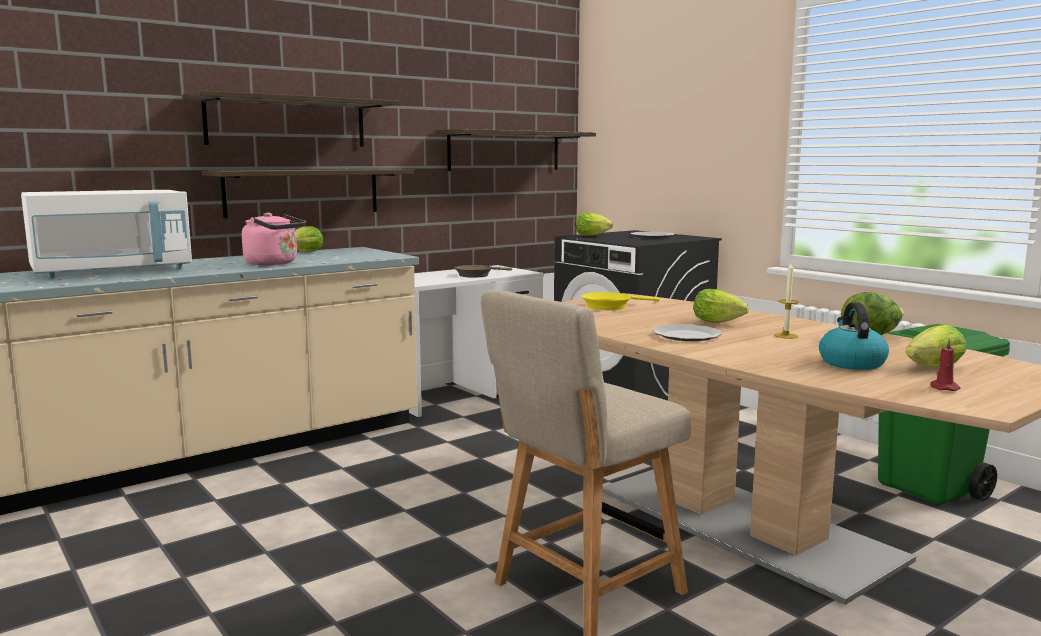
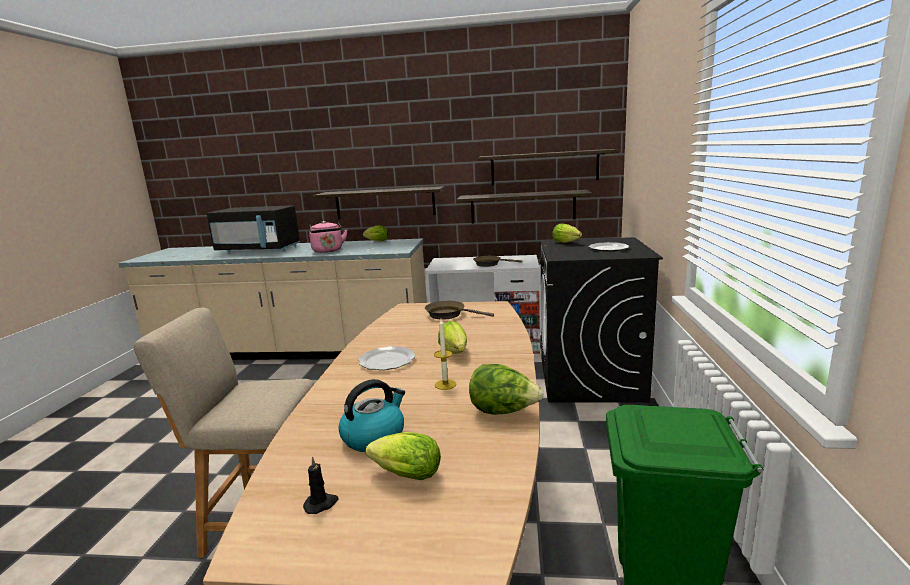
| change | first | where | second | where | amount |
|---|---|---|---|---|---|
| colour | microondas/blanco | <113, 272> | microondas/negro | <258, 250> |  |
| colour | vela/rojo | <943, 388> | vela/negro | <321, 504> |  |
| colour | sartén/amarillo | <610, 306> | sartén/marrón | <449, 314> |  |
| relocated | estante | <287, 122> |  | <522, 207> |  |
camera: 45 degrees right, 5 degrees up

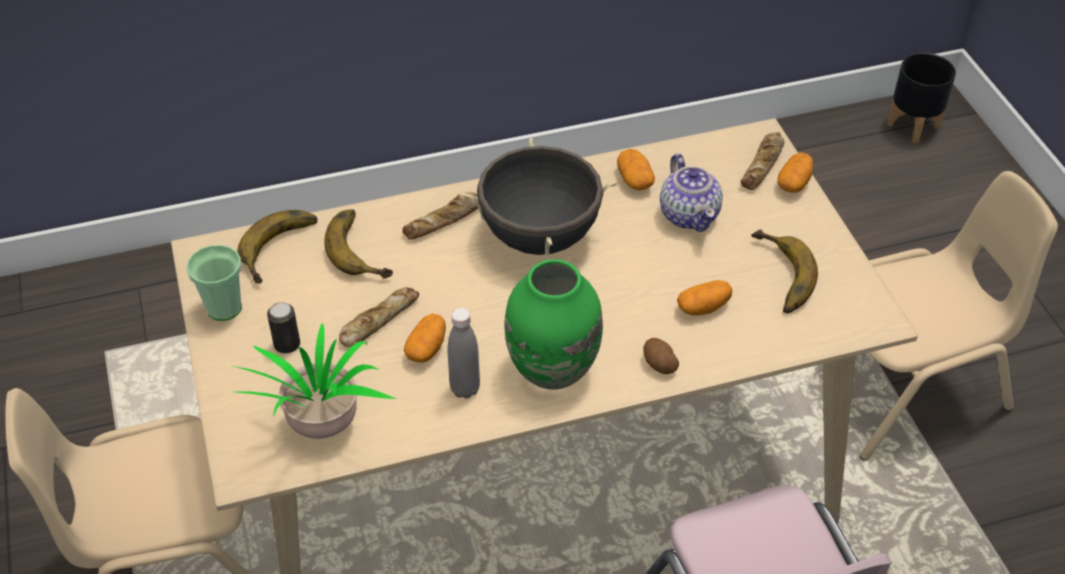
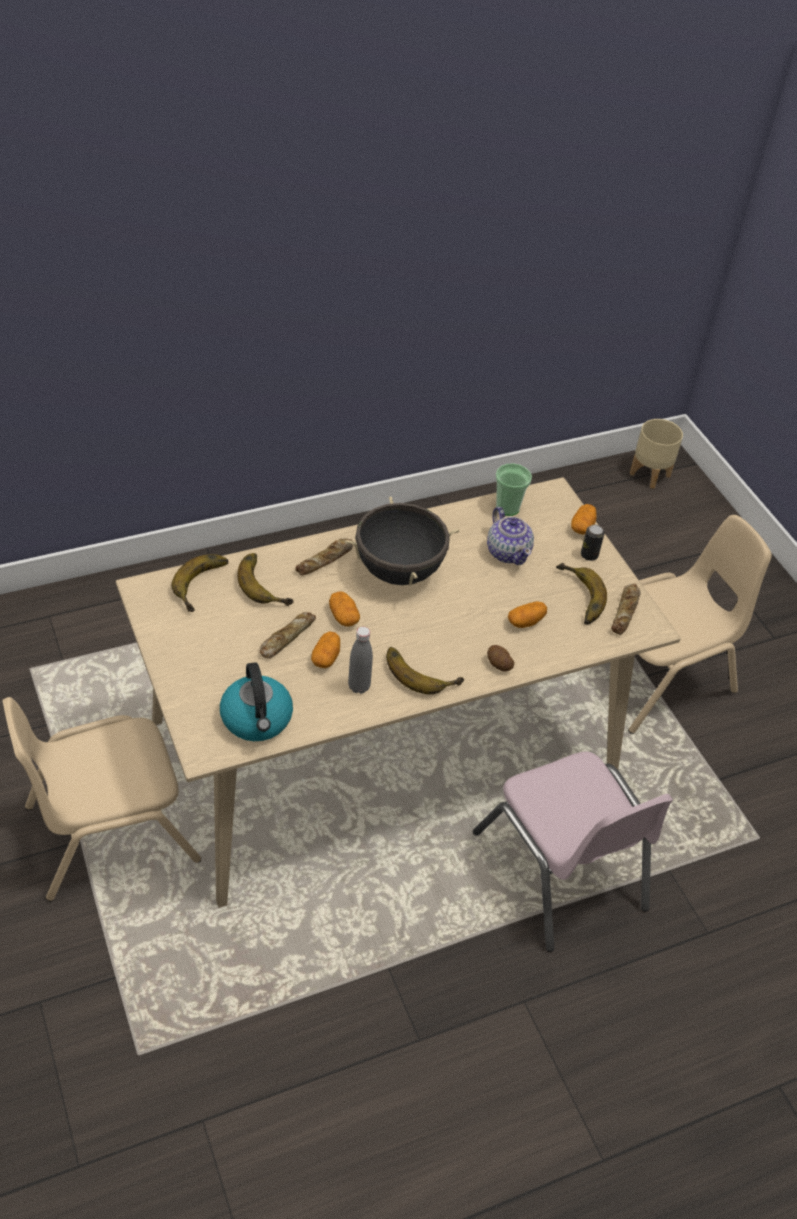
| change | first | where | second | where | amount |
|---|---|---|---|---|---|
| exchanged | planta en maceta | <322, 429> | hervidor | <257, 719> |  |
| relocated | patata | <634, 180> |  | <343, 616> |  |
| exchanged | florero/verde | <552, 370> | plátano | <421, 671> |  |
| relocated | taza | <224, 308> |  | <508, 507> |  |
| relocated | lata | <287, 345> |  | <589, 555> |  |
| relocated | pan | <763, 165> |  | <625, 612> |  |
| colour | maceta/negro | <912, 125> | maceta/beis | <649, 474> |  |
camera: 10 degrees left, 0 degrees up

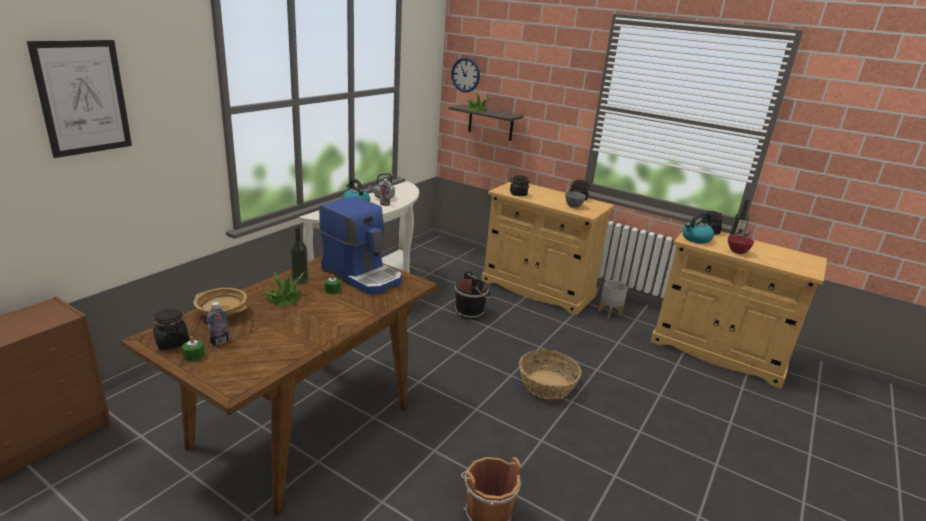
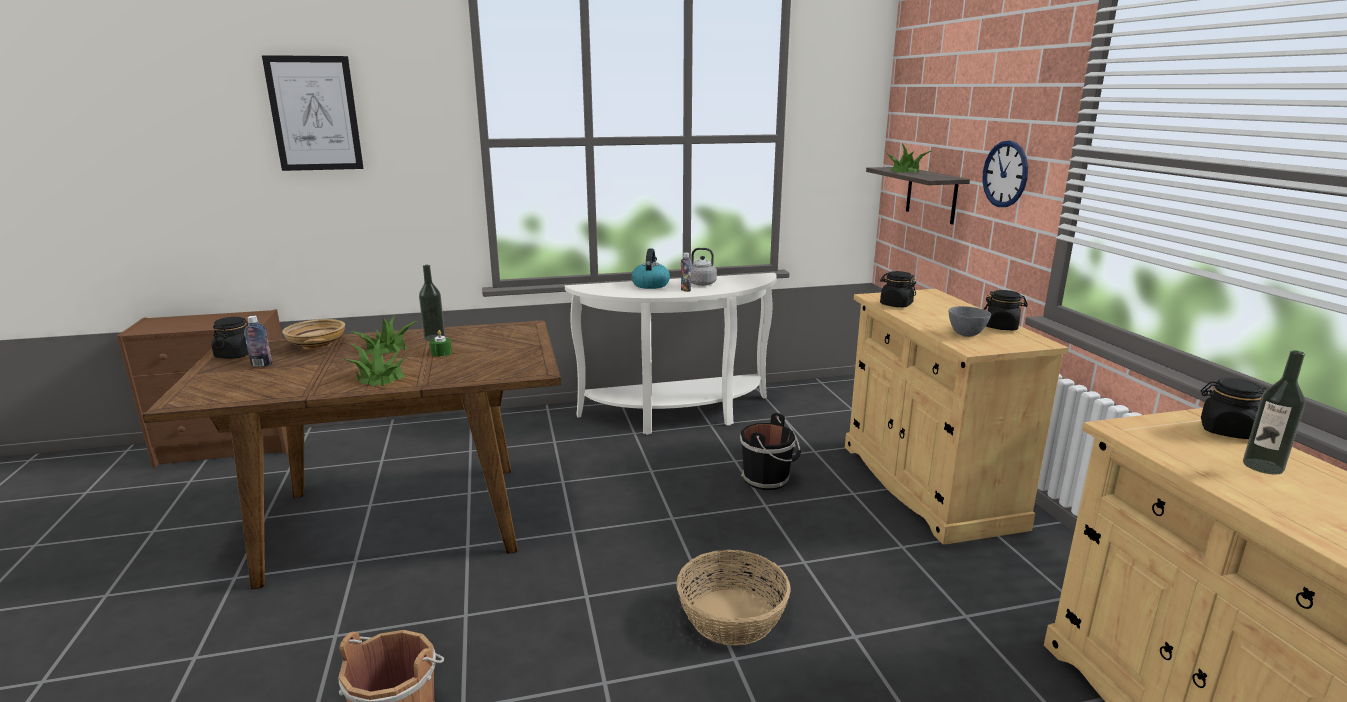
| change | first | where | second | where | amount |
|---|---|---|---|---|---|
| appeared |  |  | planta en maceta | <379, 377> |  |
| relocated | reloj de pared | <465, 75> |  | <1005, 174> |  |
| missing | vela/verde | <194, 355> |  |  |  |
| missing | cafetera | <363, 275> |  |  |  |
| missing | maceta/gris | <609, 313> |  |  |  |
| missing | hervidor | <695, 239> |  |  |  |
| missing | cuenco/rojo | <737, 252> |  |  |  |
camera: 45 degrees right, 5 degrees down

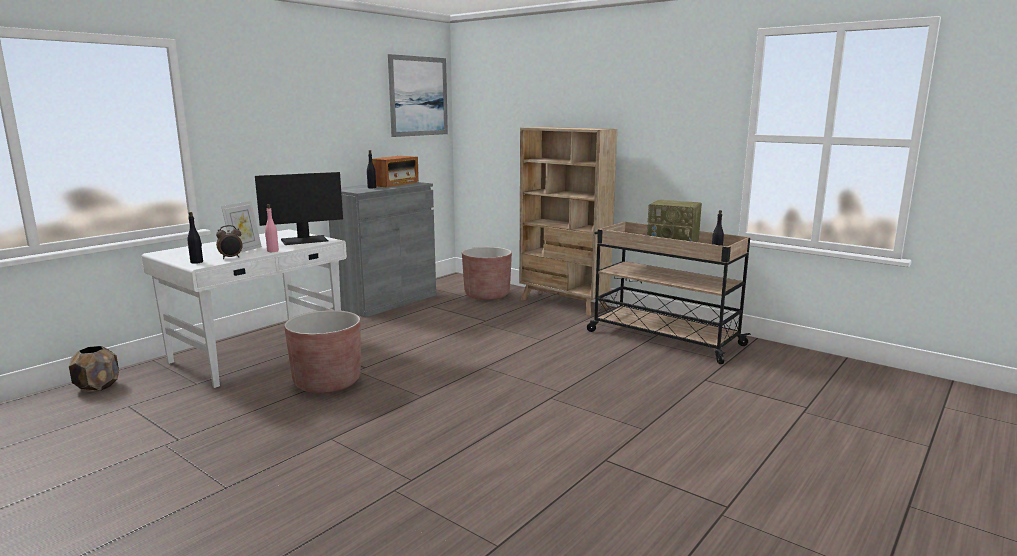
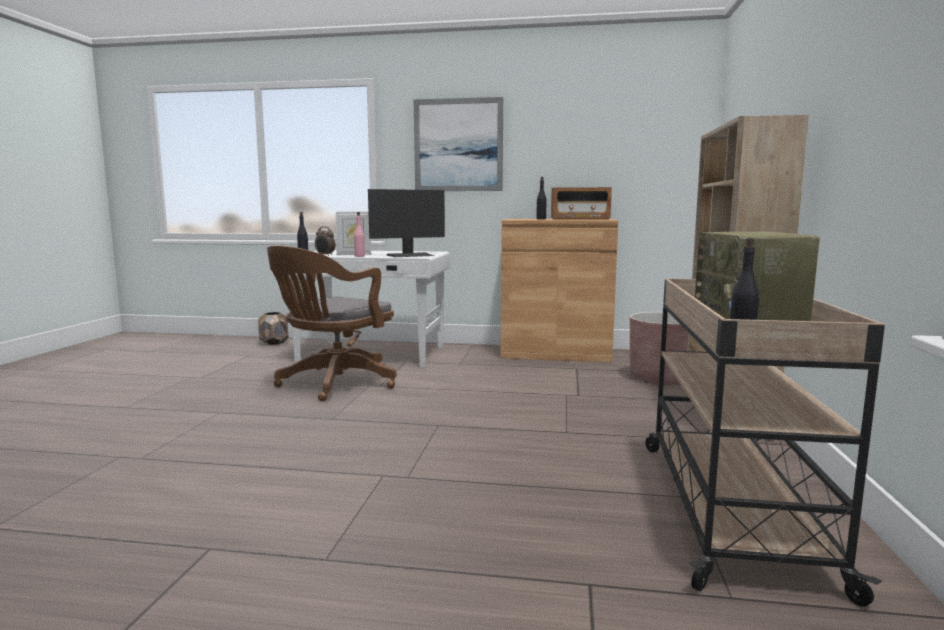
| change | first | where | second | where | amount |
|---|---|---|---|---|---|
| exchanged | maceta/marrón | <327, 382> | silla de oficina/marrón | <333, 384> |  |
| spun | monitor | <305, 240> |  | <410, 255> | 60 degrees counterclockwise |
| relocated | cuadro | <418, 96> |  | <458, 145> |  |
| colour | armario/gris | <387, 301> | armario/marrón | <556, 353> |  |
camera: 60 degrees right, 5 degrees down

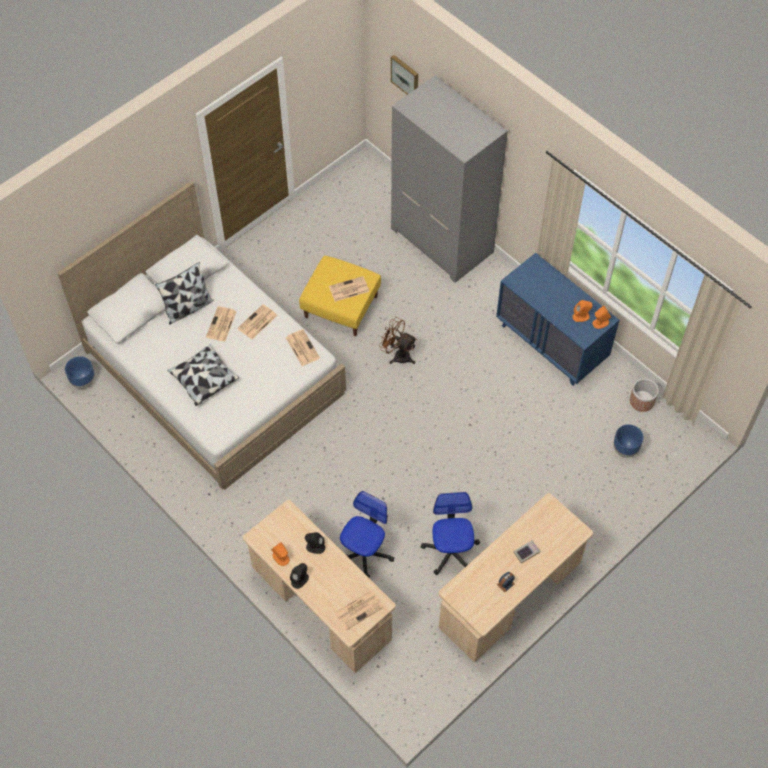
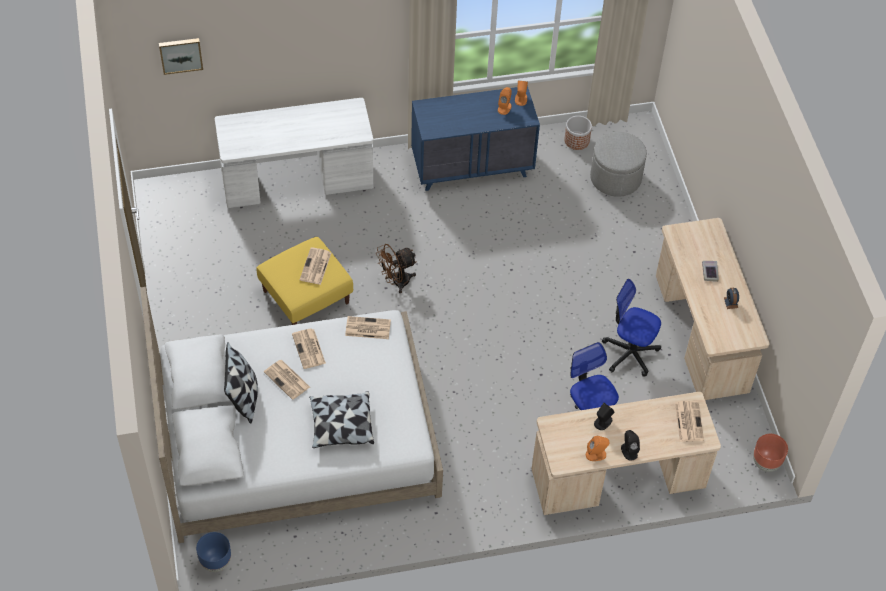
| change | first | where | second | where | amount |
|---|---|---|---|---|---|
| exchanged | armario ropero/gris | <443, 240> | escritorio/blanco | <297, 181> |  |
| exchanged | maceta/azul | <625, 449> | puf/gris | <615, 178> |  |
| appeared |  |  | maceta/marrón | <766, 463> |  |
camera: 60 degrees left, 5 degrees down

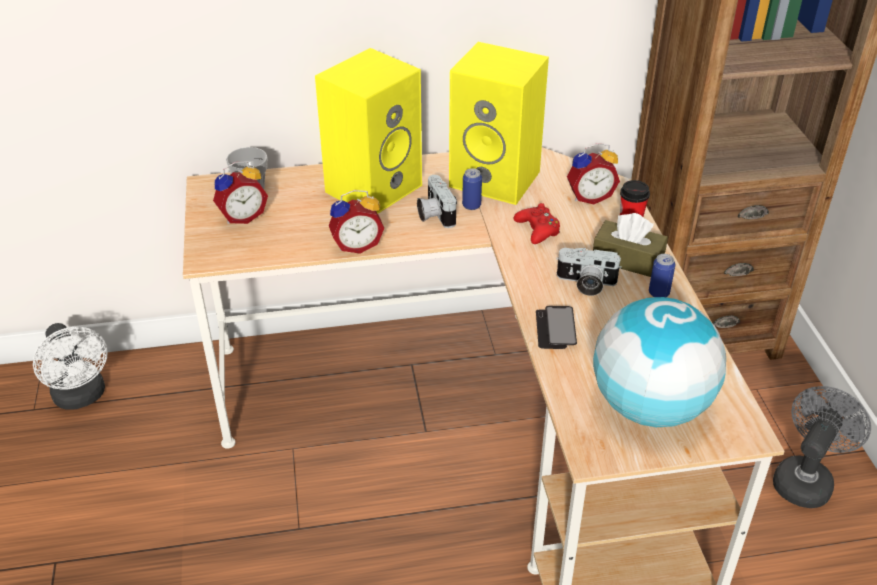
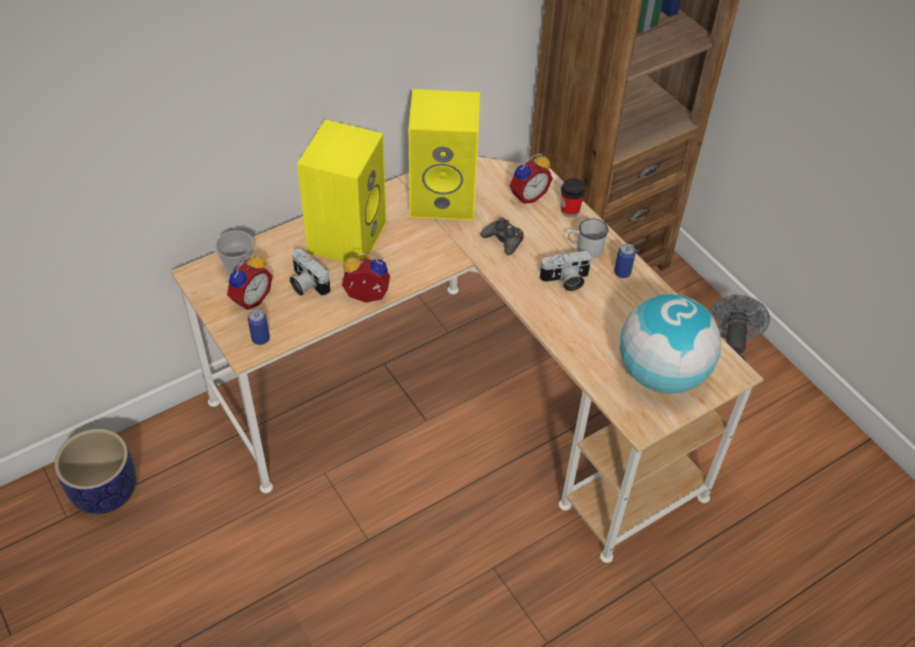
| change | first | where | second | where | amount |
|---|---|---|---|---|---|
| exchanged | ventilador/blanco | <82, 397> | maceta | <105, 490> |  |
| relocated | lata | <471, 205> |  | <260, 339> |  |
| relocated | cámara | <434, 214> |  | <306, 284> |  |
| spun | despertador | <356, 245> |  | <366, 298> | 135 degrees counterclockwise |
| colour | mando de consola/rojo | <537, 230> | mando de consola/negro | <503, 240> |  |
| exchanged | caja de pañuelos/marrón | <627, 259> | taza grande/blanco | <585, 248> |  |
| missing | móvil | <555, 329> |  |  |  |
camera: 25 degrees left, 10 degrees up

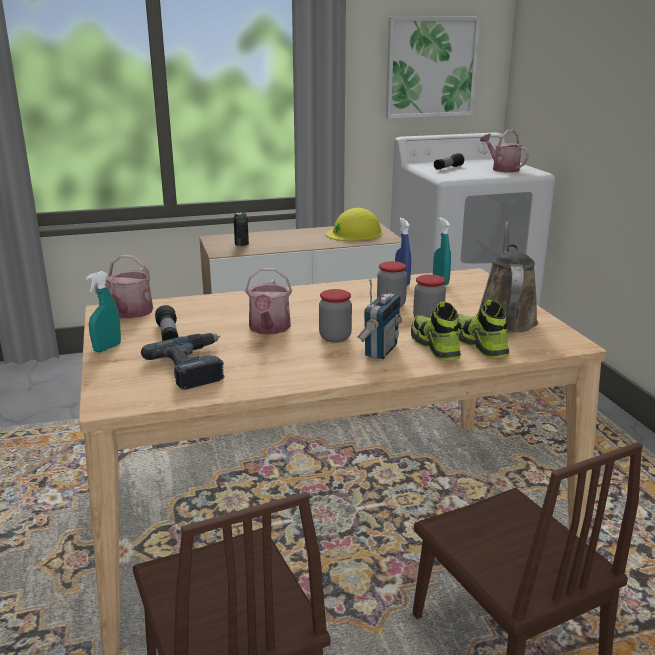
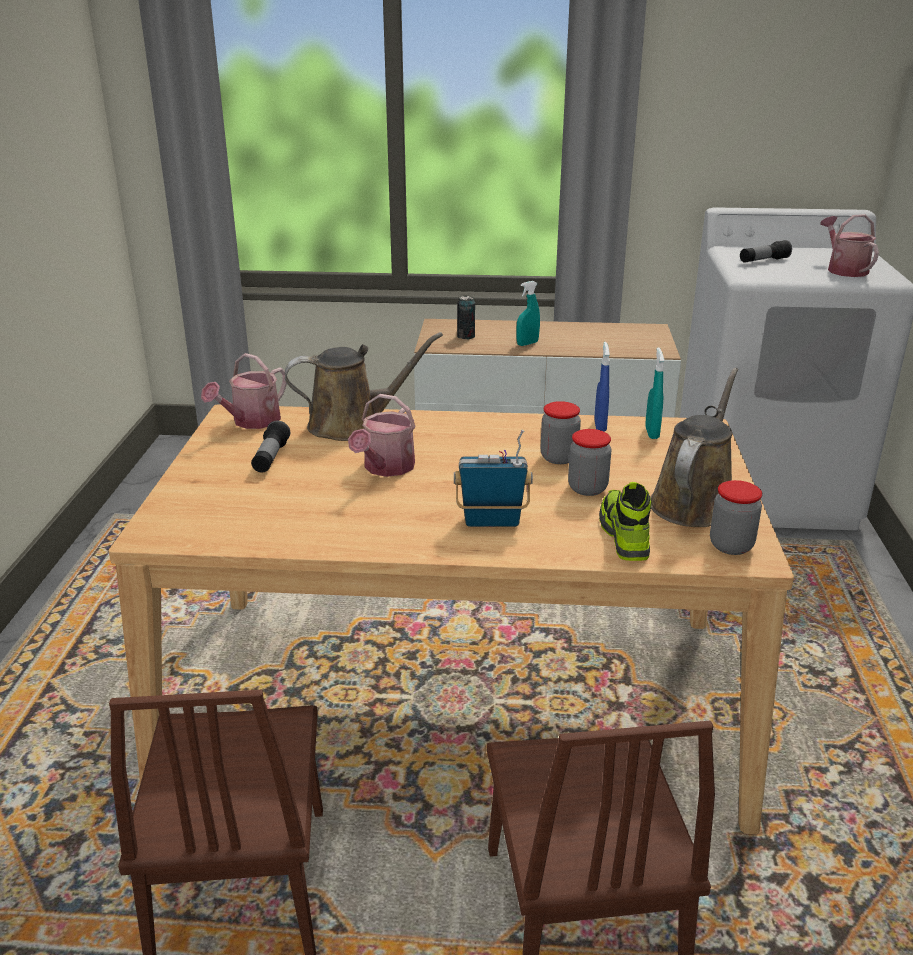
| change | first | where | second | where | amount |
|---|---|---|---|---|---|
| appeared |  |  | regadera/marrón | <352, 425> |  |
| spun | radio | <380, 350> |  | <492, 522> | 135 degrees counterclockwise |
| relocated | pulverizador/turquesa | <107, 348> |  | <527, 344> |  |
| relocated | tarro | <335, 337> |  | <731, 546> |  |
| missing | taladro | <194, 366> |  |  |  |
| missing | casco/amarillo | <355, 233> |  |  |  |
| missing | cuadro | <431, 67> |  |  |  |
| missing | zapato | <434, 346> |  |  |  |
camera: 20 degrees right, 5 degrees up

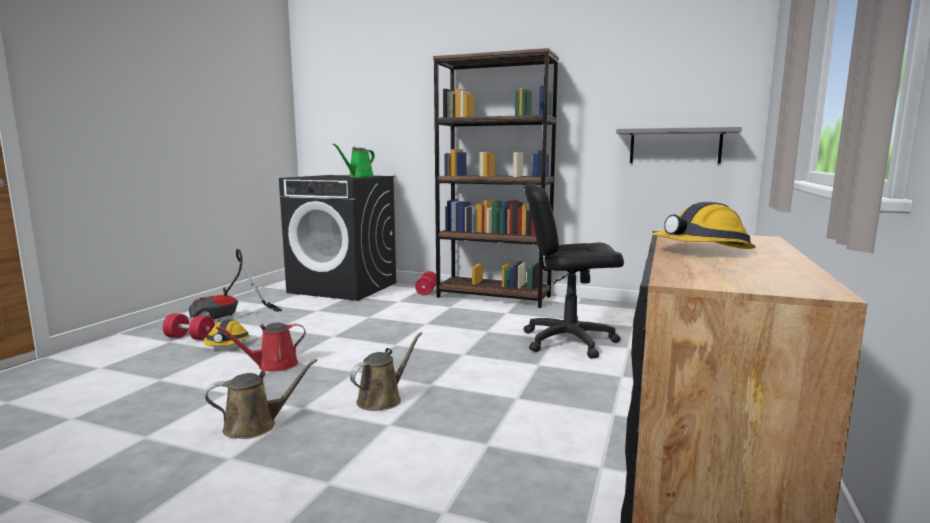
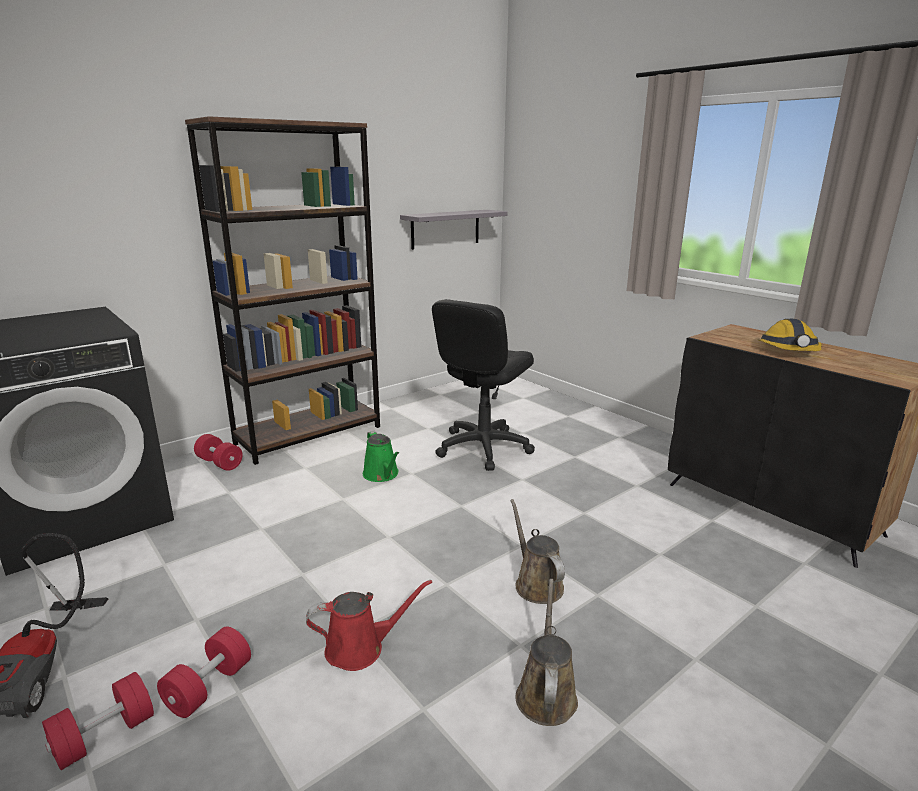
| change | first | where | second | where | amount |
|---|---|---|---|---|---|
| exchanged | casco | <227, 344> | mancuerna/rojo | <209, 687> |  |
| spun | regadera/rojo | <273, 365> |  | <360, 648> | 105 degrees counterclockwise |
| relocated | regadera/verde | <359, 177> |  | <382, 475> |  |
camera: 60 degrees left, 10 degrees up

